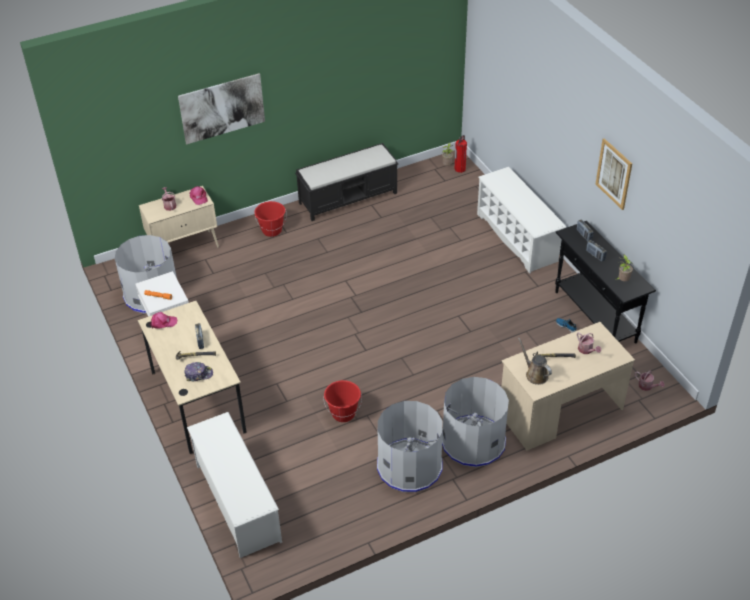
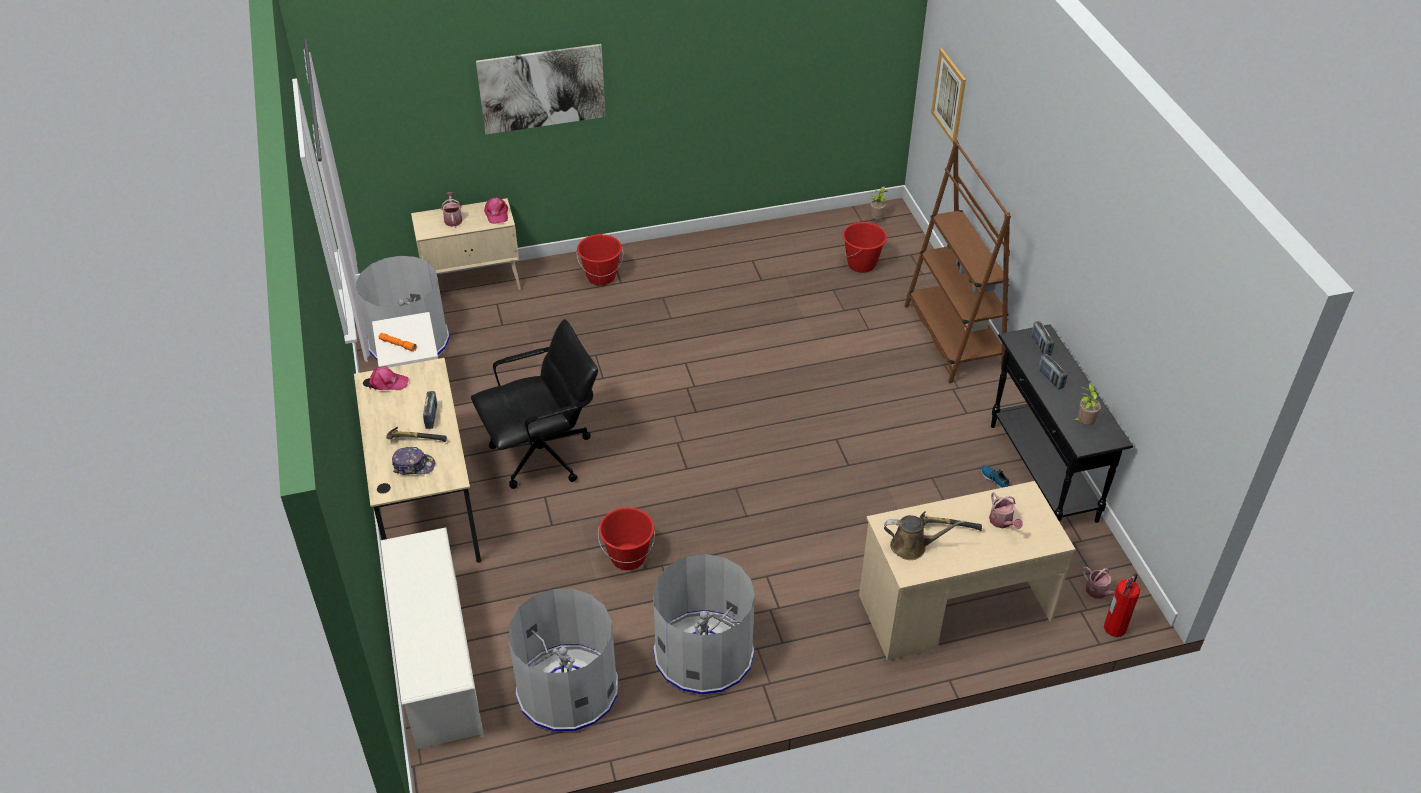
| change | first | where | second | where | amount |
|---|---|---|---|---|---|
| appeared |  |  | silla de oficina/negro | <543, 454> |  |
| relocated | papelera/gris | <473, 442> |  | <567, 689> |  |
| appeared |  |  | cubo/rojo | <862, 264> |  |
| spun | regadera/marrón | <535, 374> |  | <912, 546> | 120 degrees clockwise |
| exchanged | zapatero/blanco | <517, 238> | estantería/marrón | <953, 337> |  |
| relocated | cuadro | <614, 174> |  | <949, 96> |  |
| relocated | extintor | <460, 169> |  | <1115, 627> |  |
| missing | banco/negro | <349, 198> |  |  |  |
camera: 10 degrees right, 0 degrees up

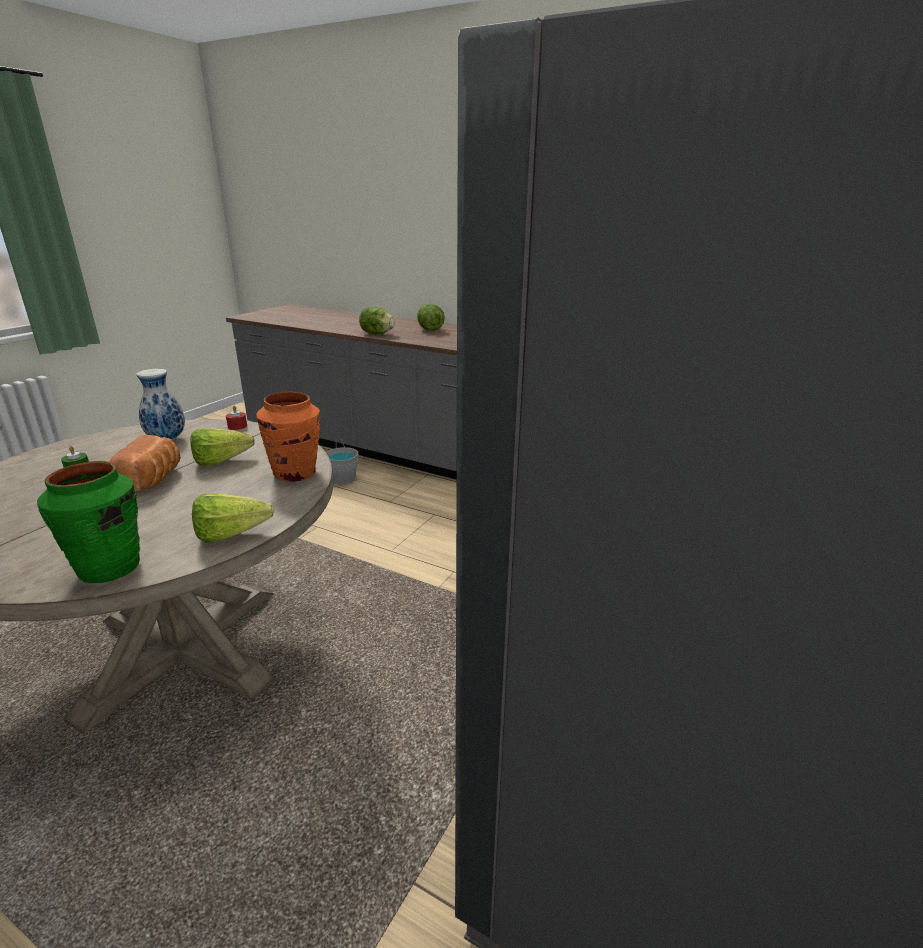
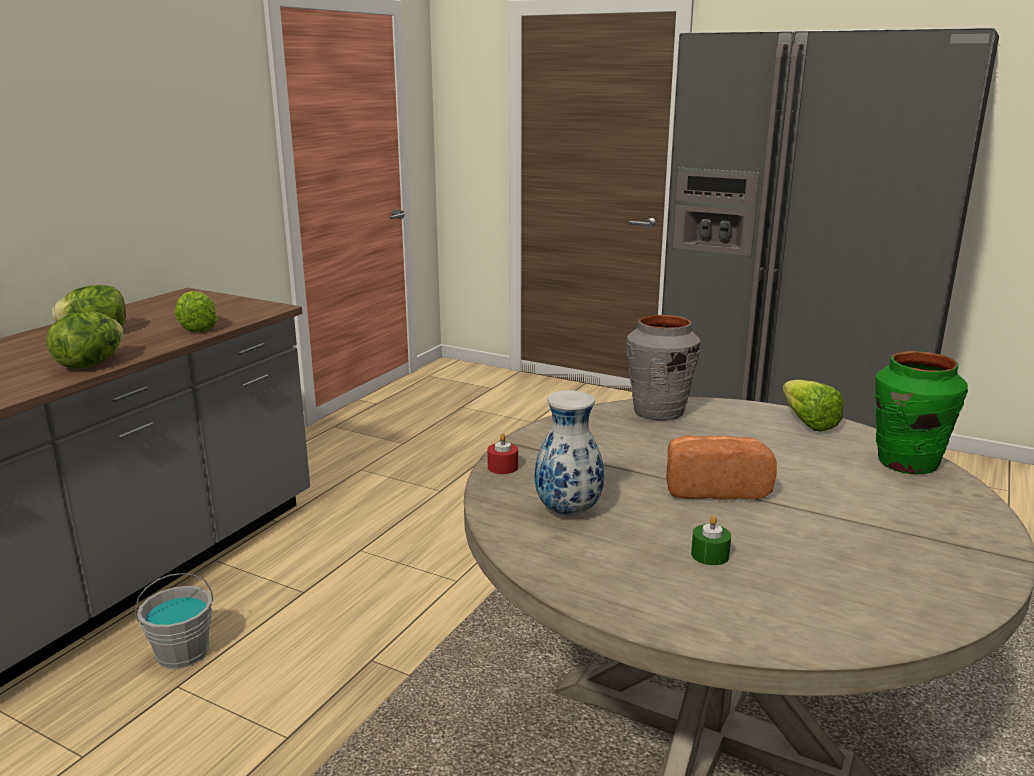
| change | first | where | second | where | amount |
|---|---|---|---|---|---|
| relocated | lechuga | <226, 461> |  | <197, 326> |  |
| colour | florero/naranja | <295, 473> | florero/gris | <658, 412> |  |
camera: 90 degrees left, 5 degrees down

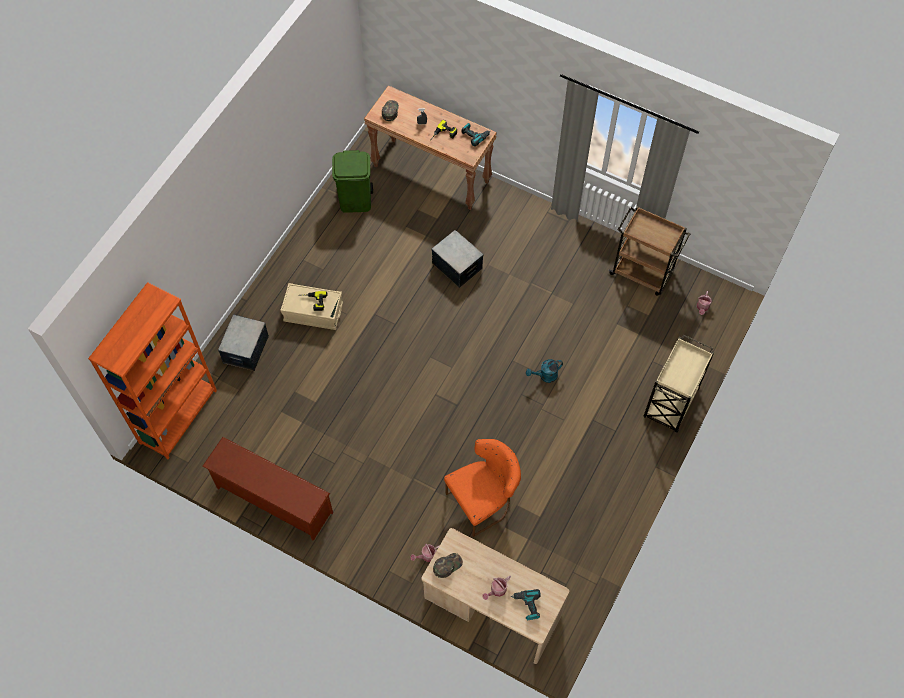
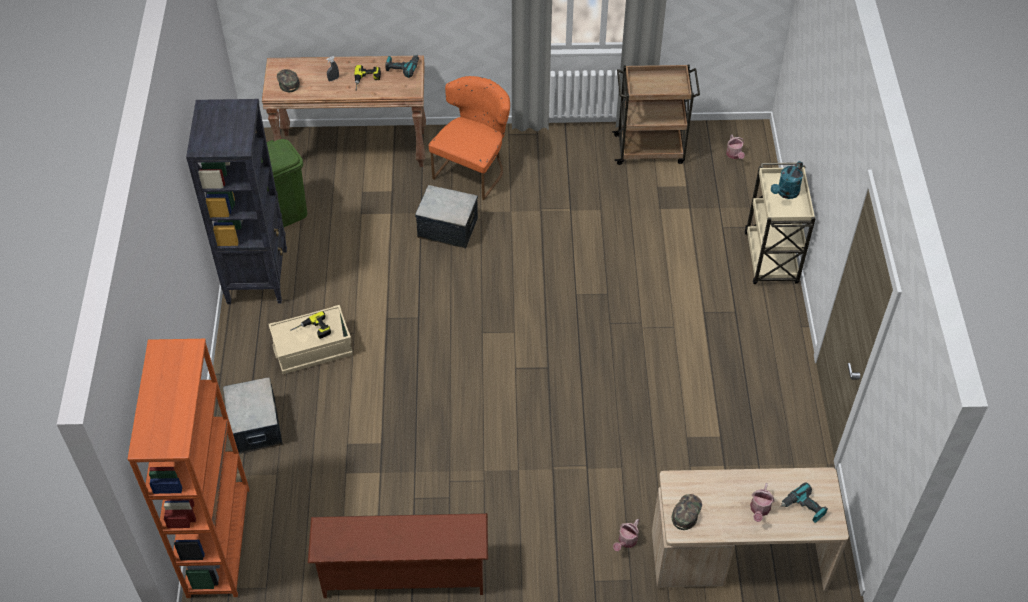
| change | first | where | second | where | amount |
|---|---|---|---|---|---|
| appeared |  |  | estantería/negro | <257, 276> |  |
| relocated | silla/naranja | <483, 501> |  | <474, 169> |  |
| relocated | regadera/turquesa | <545, 376> |  | <785, 193> |  |
camera: 30 degrees left, 10 degrees down

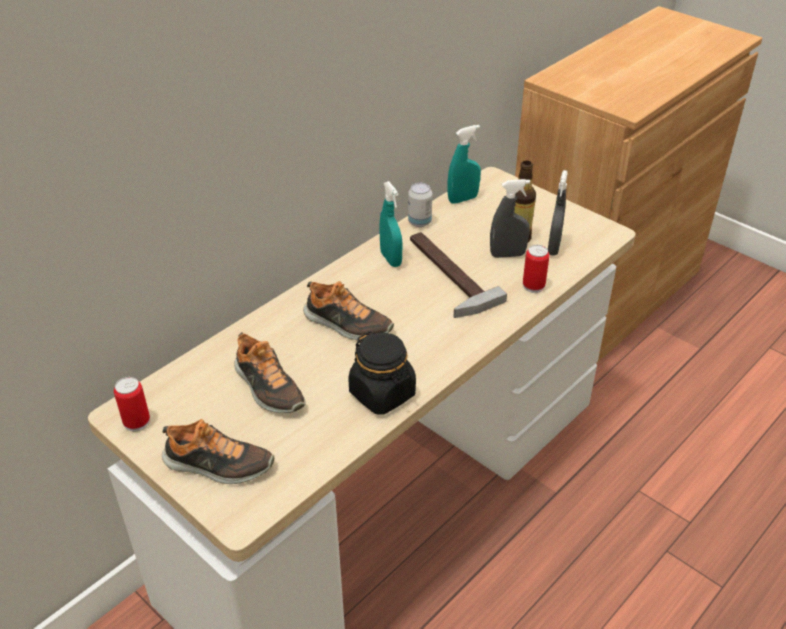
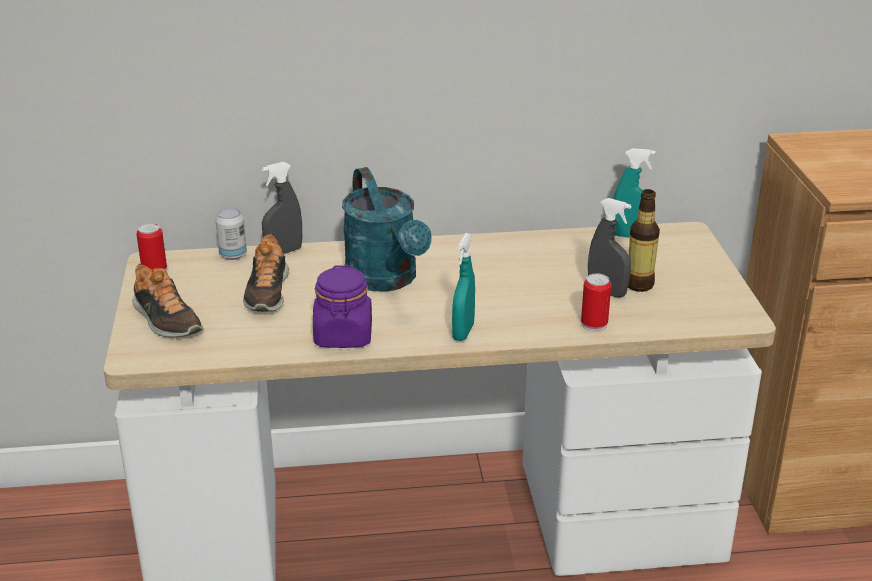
| change | first | where | second | where | amount |
|---|---|---|---|---|---|
| relocated | lata | <419, 222> |  | <233, 255> |  |
| relocated | pulverizador/gris | <554, 247> |  | <284, 252> |  |
| colour | tarro/negro | <382, 394> | tarro/morado | <343, 336> |  |
| exchanged | zapato | <347, 324> | regadera/turquesa | <386, 280> |  |
| relocated | pulverizador/turquesa | <391, 259> |  | <463, 332> |  |
| missing | martillo | <444, 275> |  |  |  |
camera: 40 degrees right, 10 degrees down

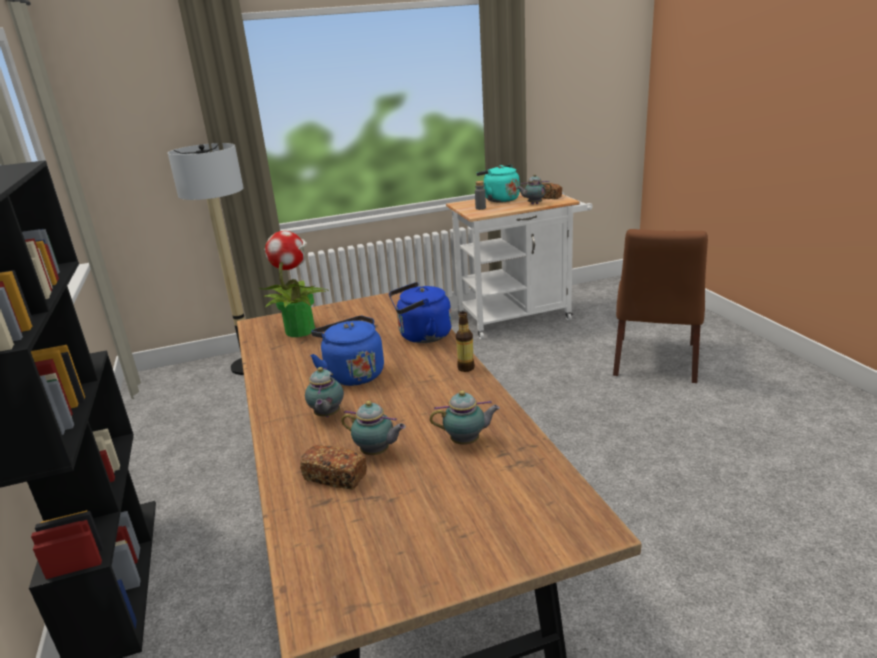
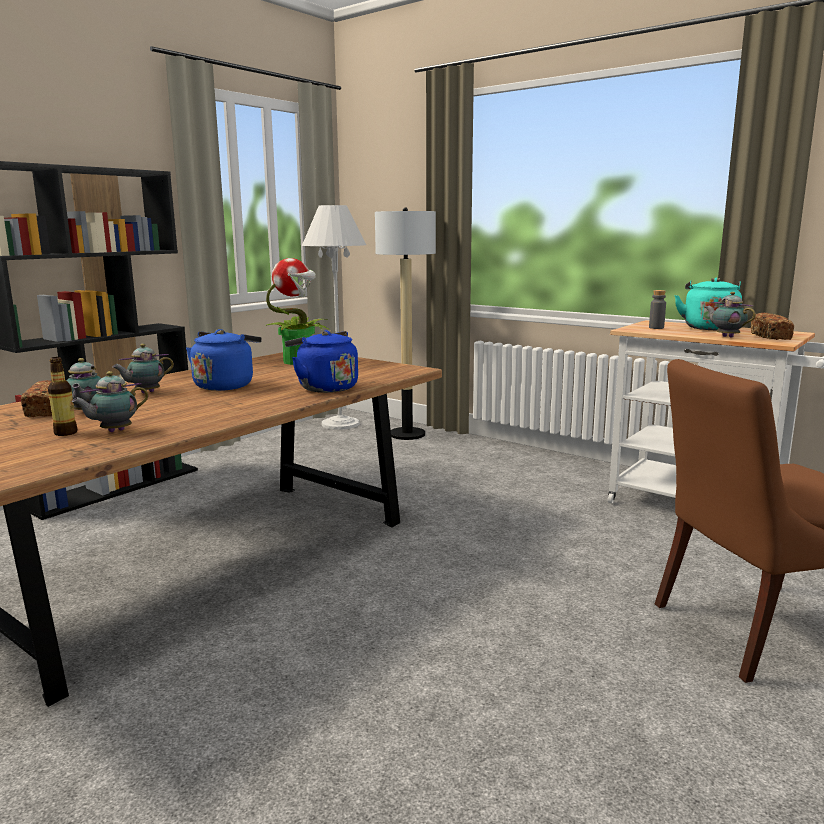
| change | first | where | second | where | amount |
|---|---|---|---|---|---|
| relocated | botella | <466, 368> |  | <66, 433> |  |
| spun | tetera | <467, 441> |  | <114, 431> | 90 degrees clockwise |
| appeared |  |  | lámpara de pie/blanco | <340, 424> |  |
camera: 55 degrees right, 10 degrees down

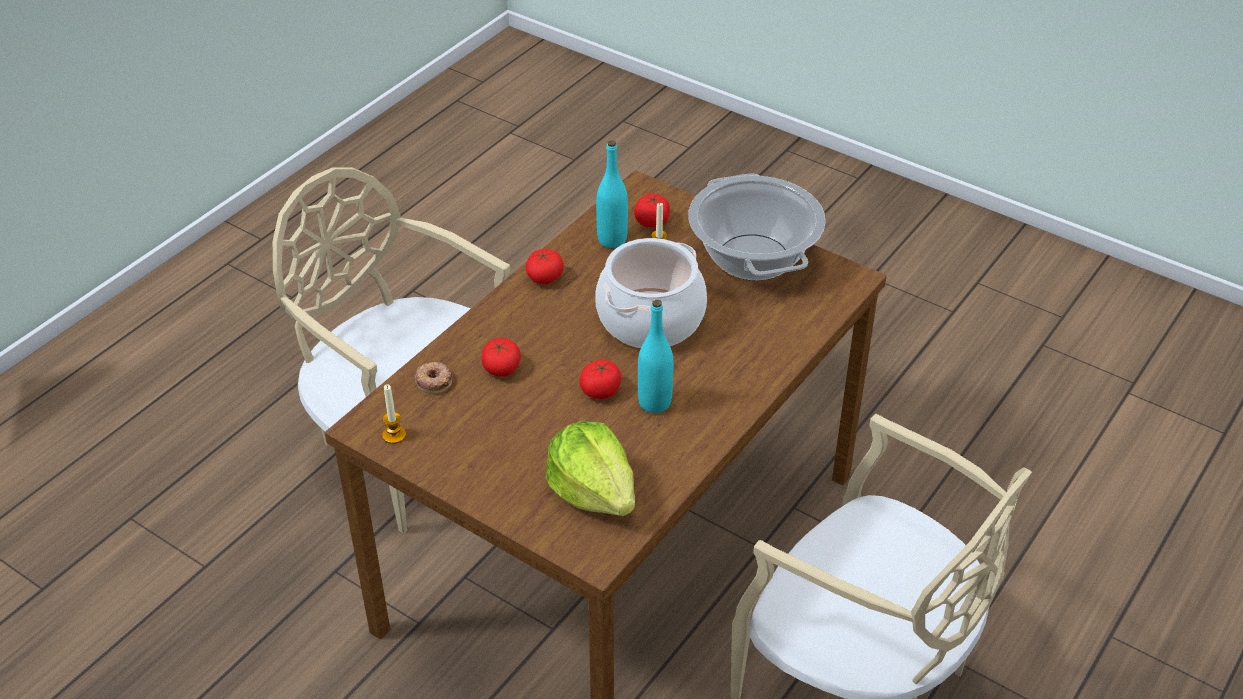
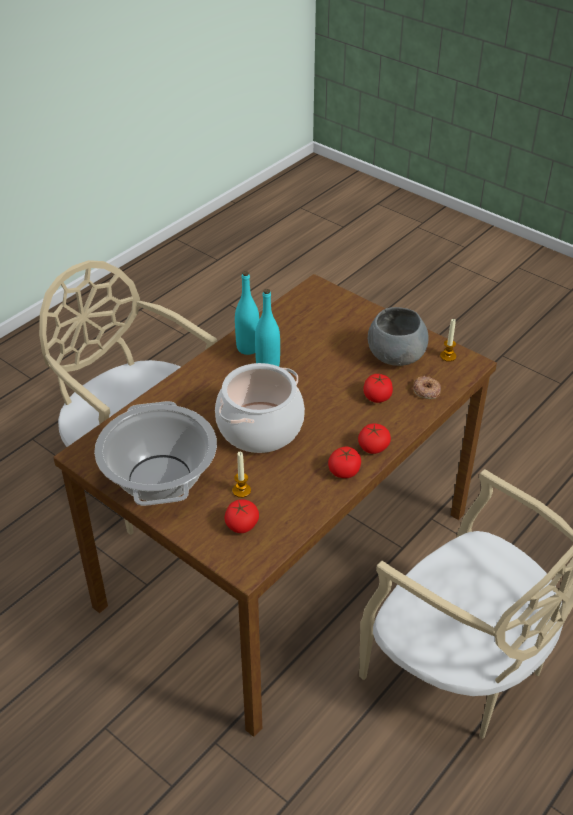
| change | first | where | second | where | amount |
|---|---|---|---|---|---|
| relocated | botella/turquesa | <612, 240> |  | <248, 348> |  |
| relocated | tomate | <600, 390> |  | <373, 447> |  |
| appeared |  |  | cuenco/gris | <395, 356> |  |
| missing | lechuga | <593, 490> |  |  |  |
camera: 175 degrees left, 0 degrees up

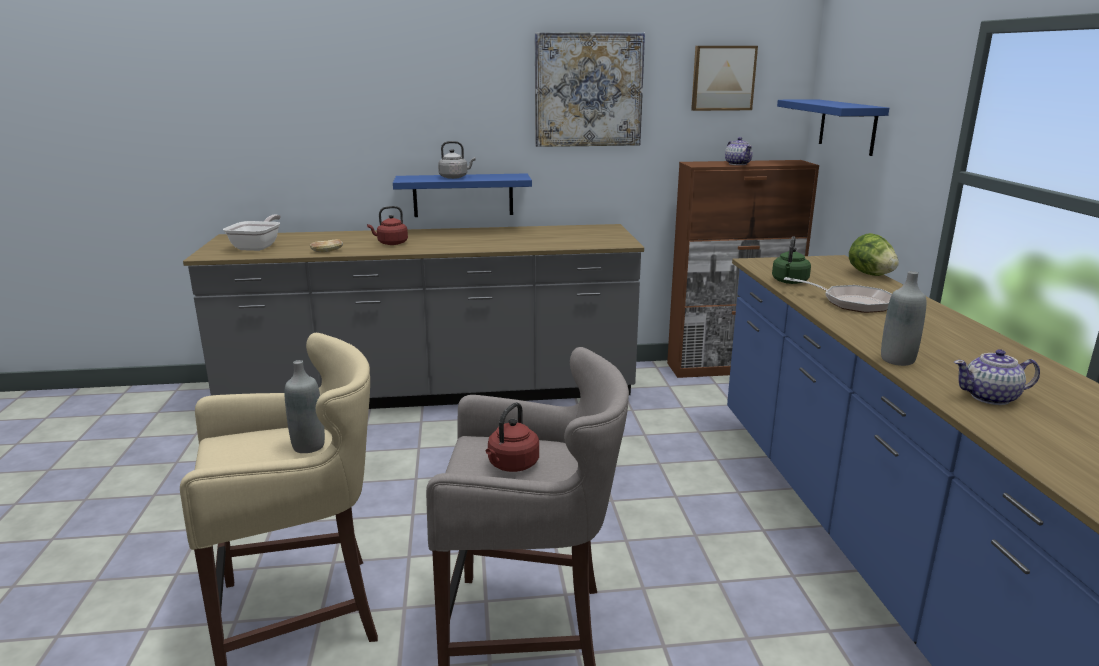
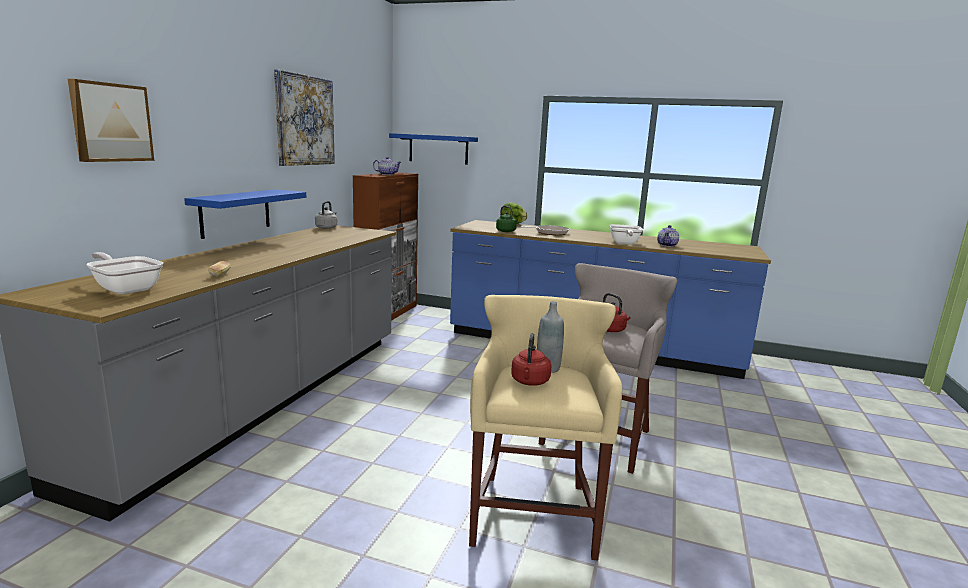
| change | first | where | second | where | amount |
|---|---|---|---|---|---|
| relocated | cuadro | <722, 78> |  | <110, 122> |  |
| relocated | hervidor/gris | <455, 177> |  | <327, 227> |  |
| relocated | hervidor/rojo | <391, 243> |  | <530, 382> |  |
| exchanged | botella/gris | <897, 360> | sartén | <624, 243> |  |
camera: 65 degrees left, 5 degrees down

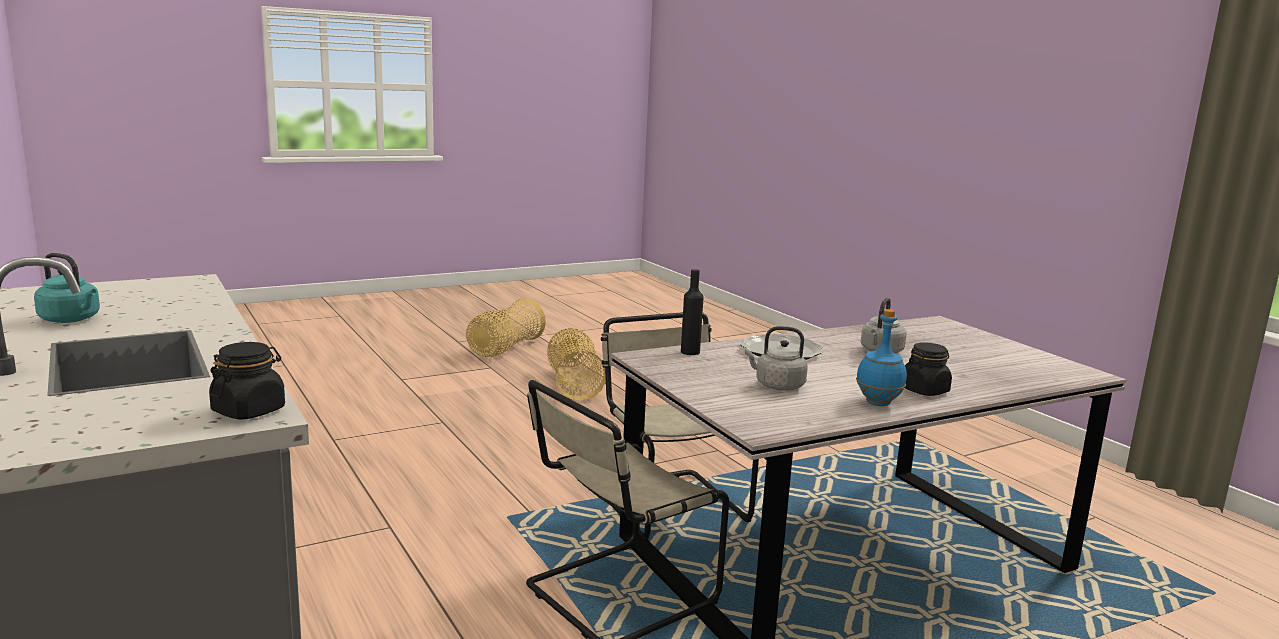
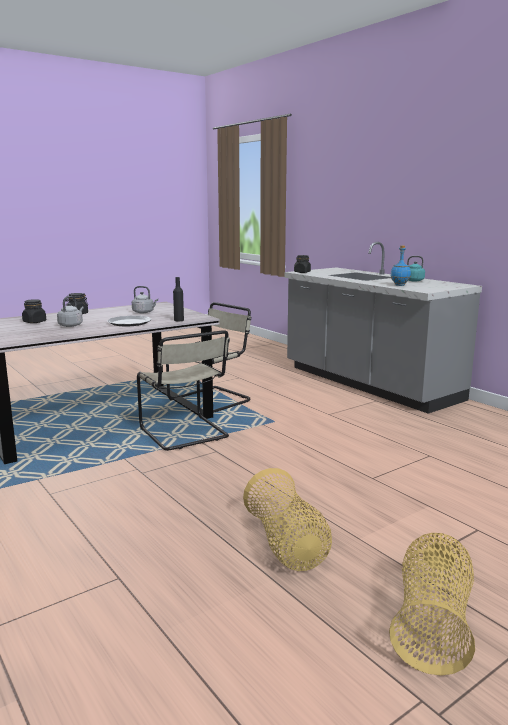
| change | first | where | second | where | amount |
|---|---|---|---|---|---|
| appeared |  |  | tarro/negro | <34, 322> |  |
| relocated | botella/azul | <878, 403> |  | <399, 285> |  |
camera: 175 degrees right, 0 degrees up

